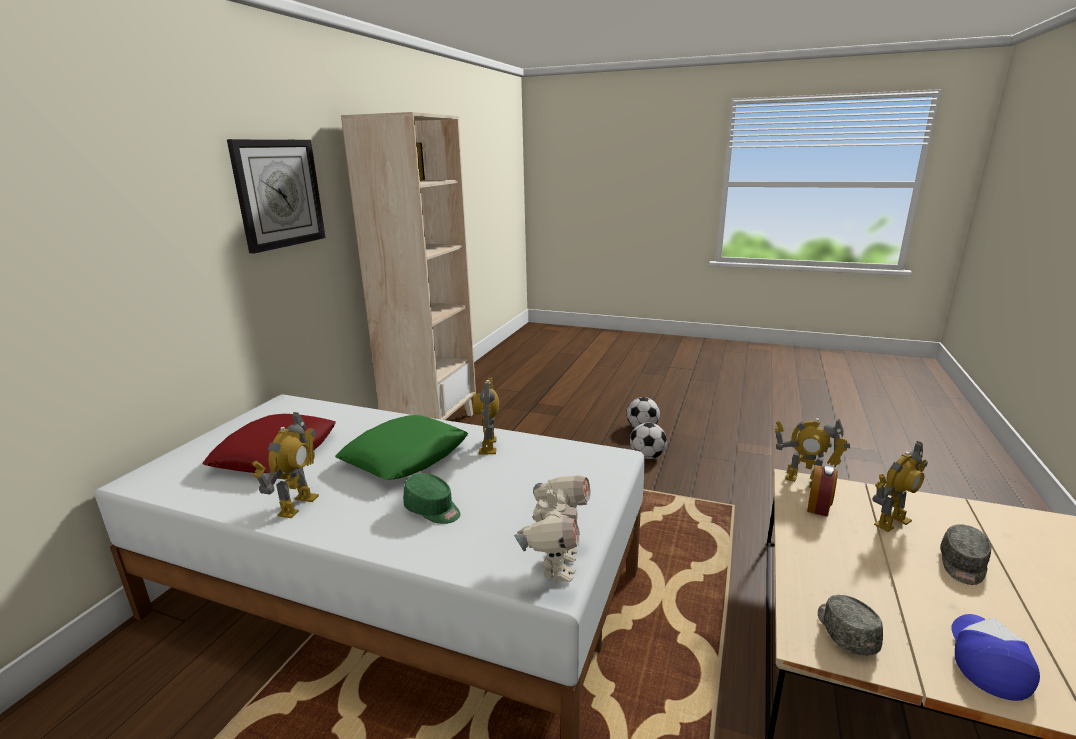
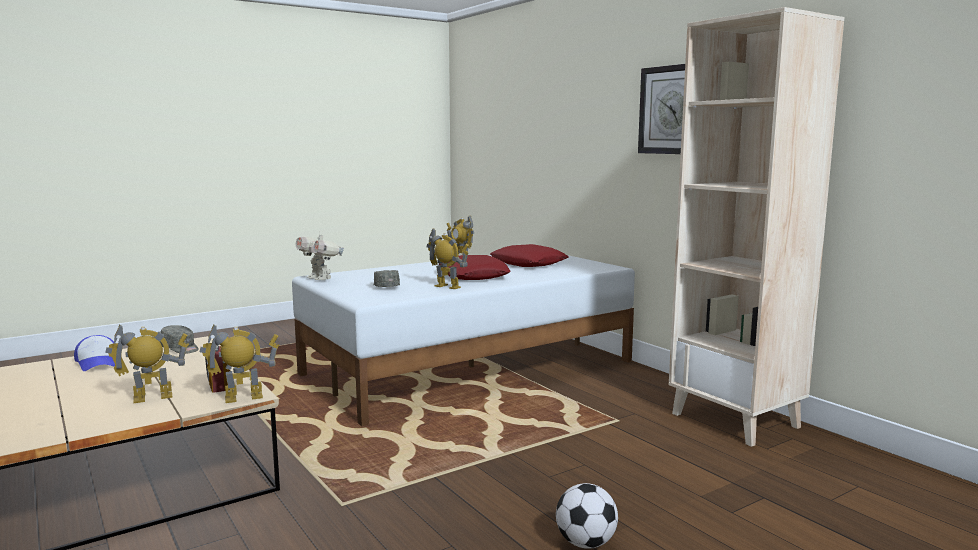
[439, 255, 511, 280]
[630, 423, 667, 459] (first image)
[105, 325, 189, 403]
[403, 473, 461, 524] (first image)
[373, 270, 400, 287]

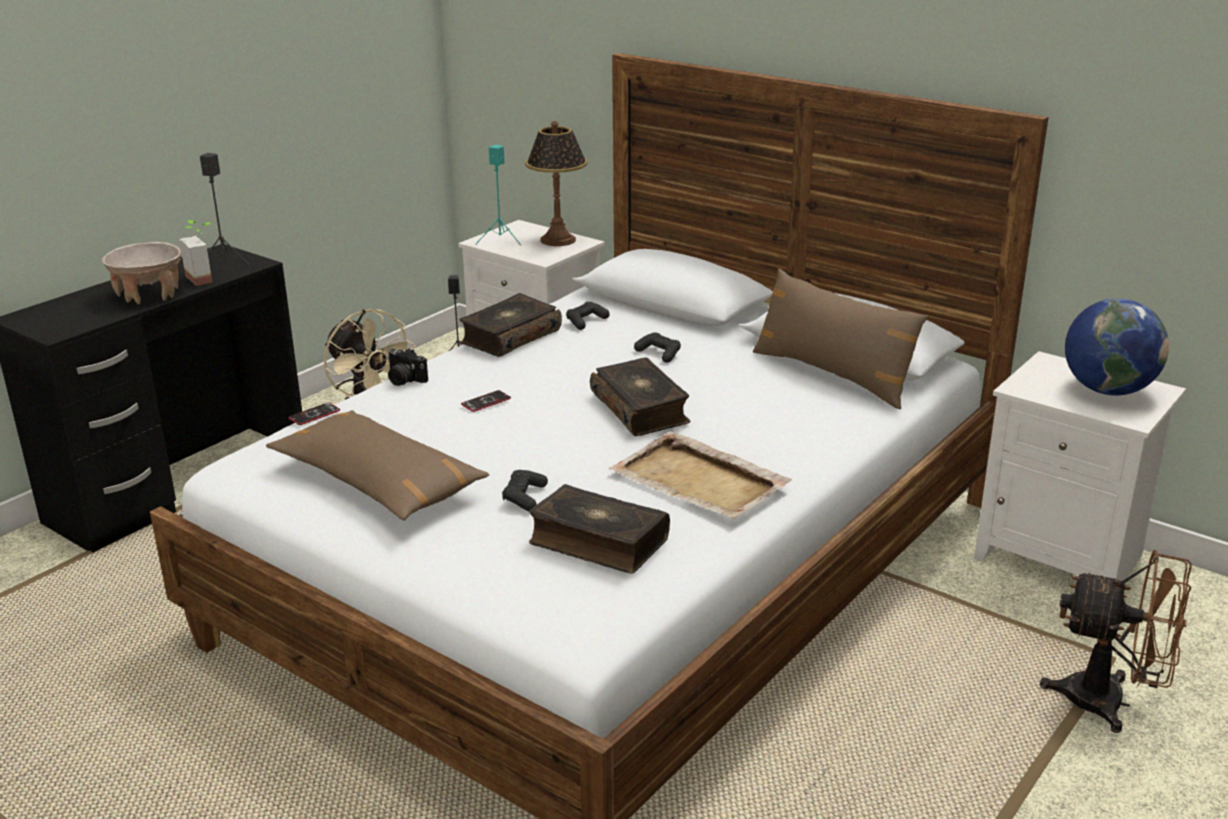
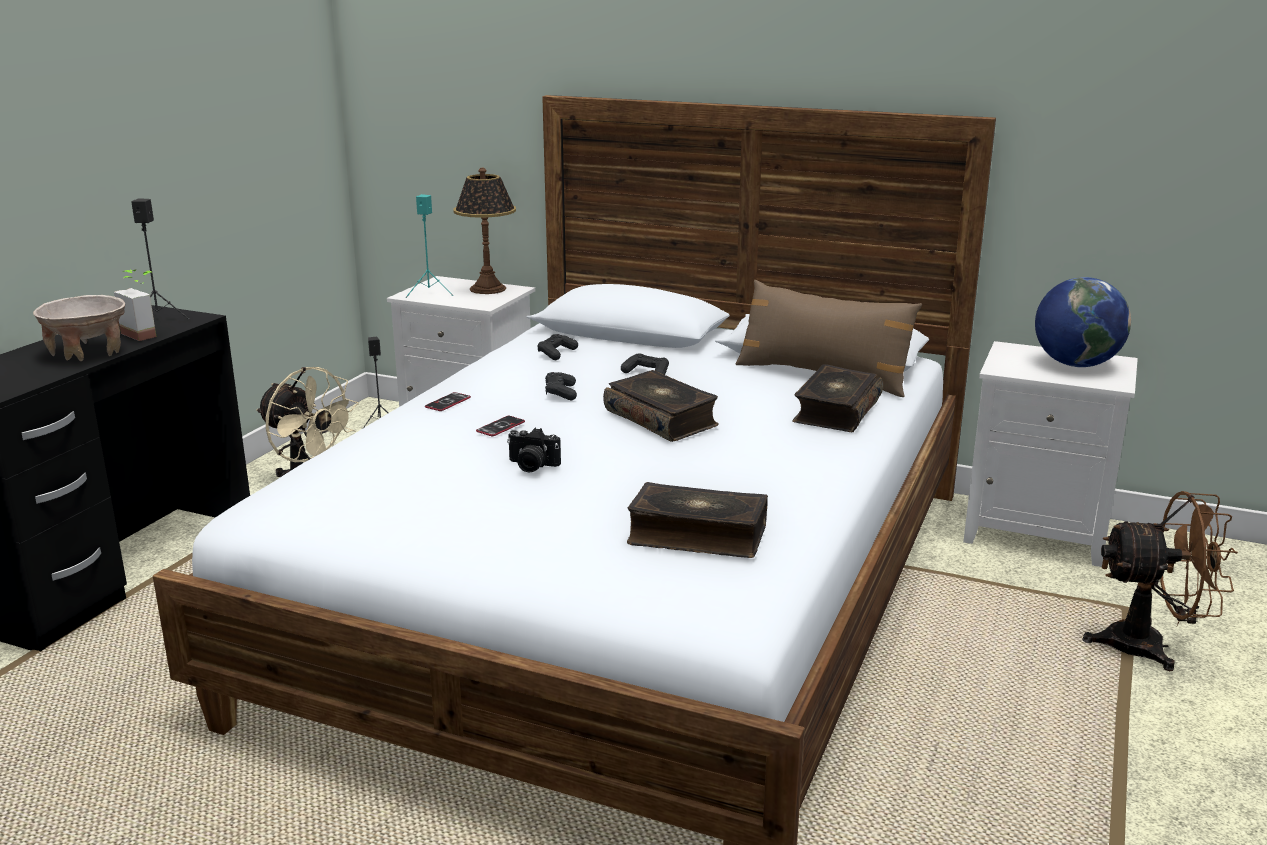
[792, 364, 883, 432]
[507, 428, 561, 473]
[425, 392, 471, 411]
[266, 410, 489, 520] (first image)
[609, 431, 792, 519] (first image)
[545, 372, 577, 400]

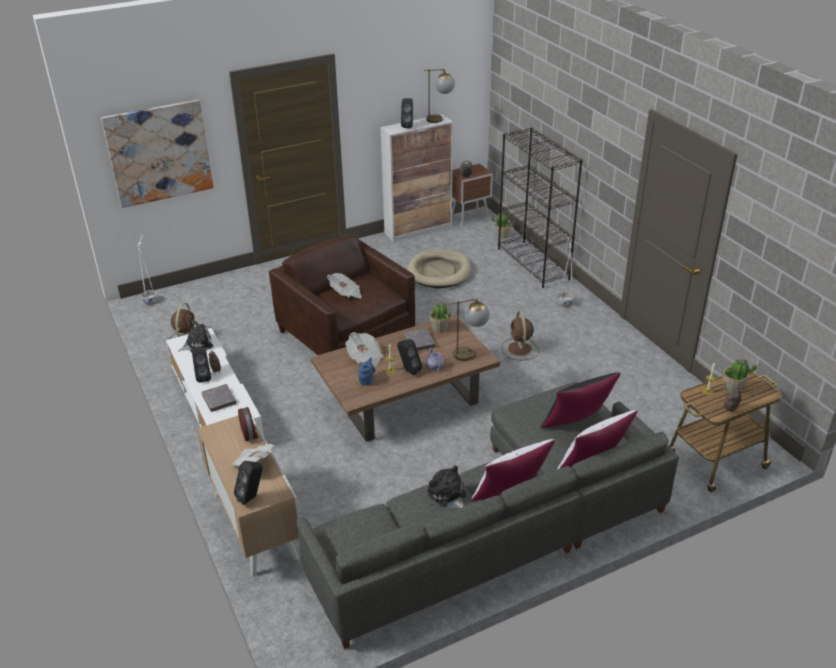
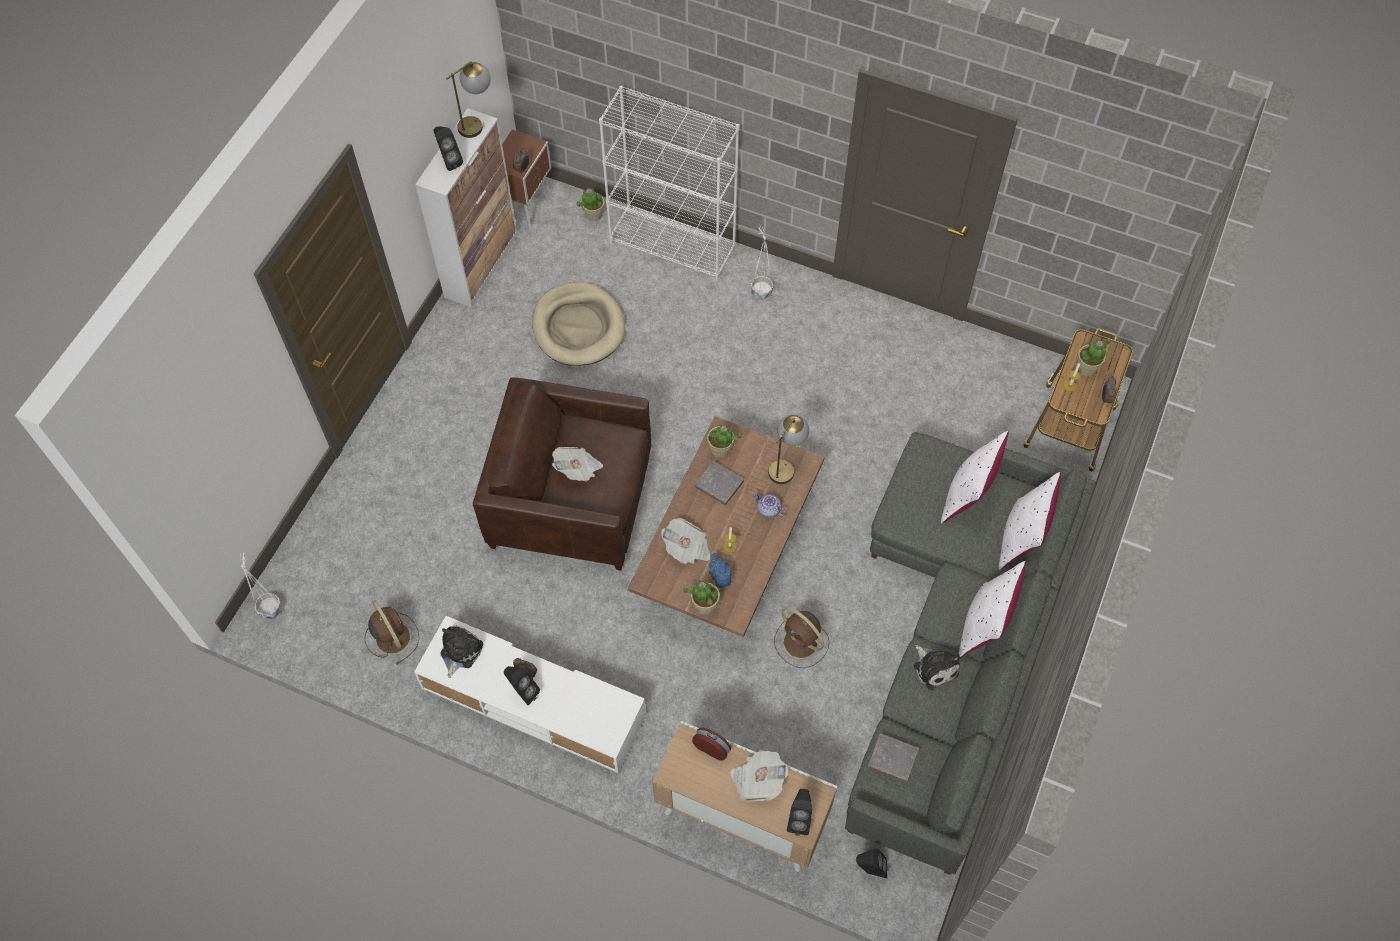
[101, 100, 214, 208] (first image)
[599, 86, 739, 281]
[774, 607, 829, 668]
[856, 849, 889, 878]
[941, 431, 1008, 523]
[867, 733, 919, 783]
[914, 645, 960, 690]
[683, 579, 720, 615]

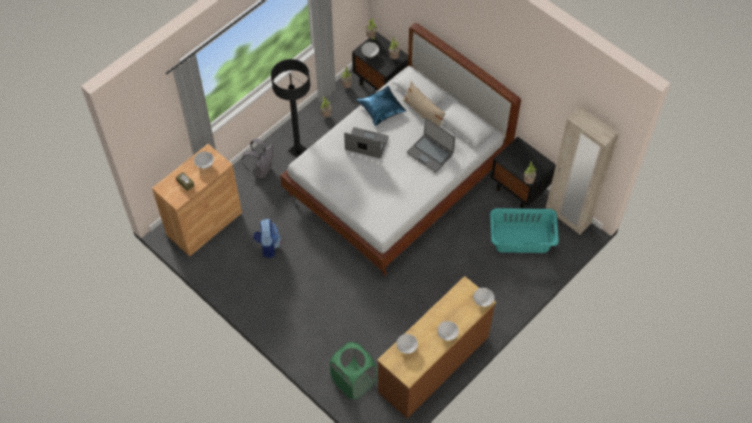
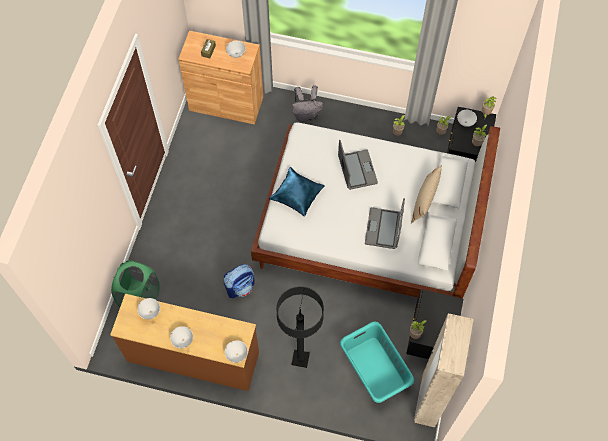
[276, 286, 324, 368]
[269, 167, 325, 217]
[224, 264, 255, 298]

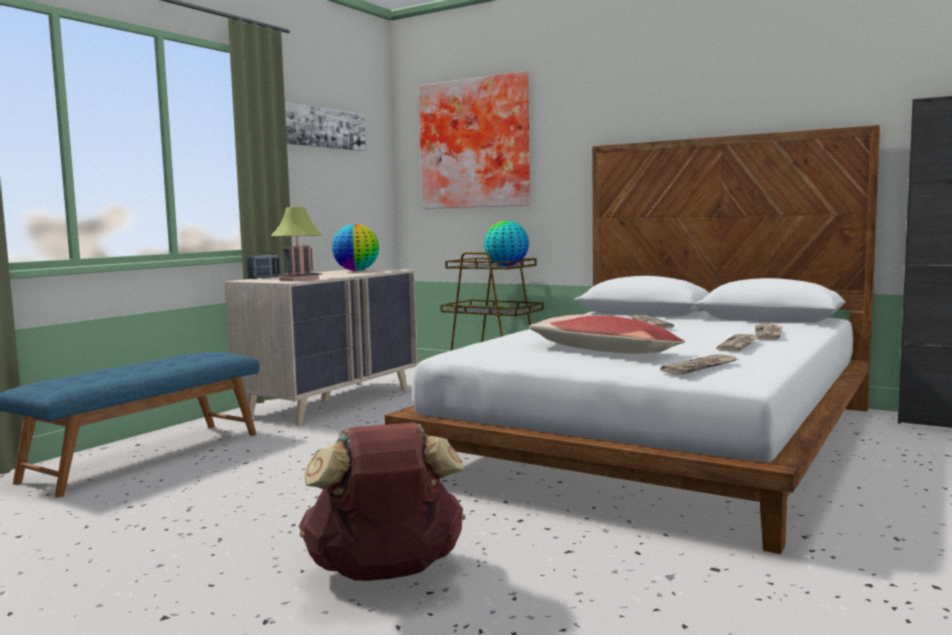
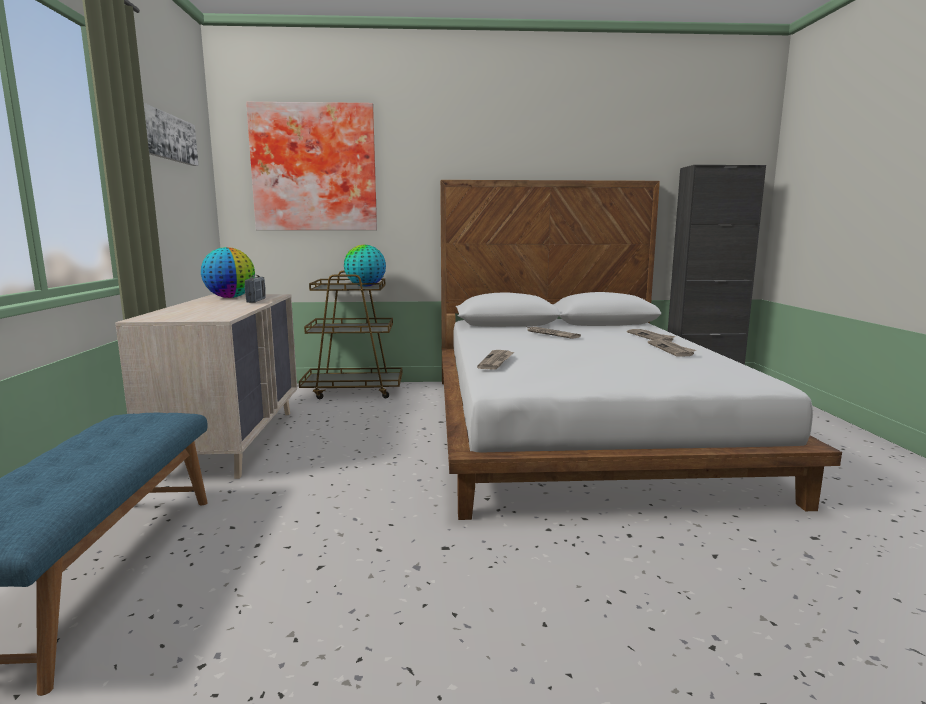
[271, 207, 323, 281] (first image)
[245, 275, 266, 303]
[529, 314, 686, 354] (first image)
[477, 350, 514, 370]
[299, 422, 465, 581] (first image)

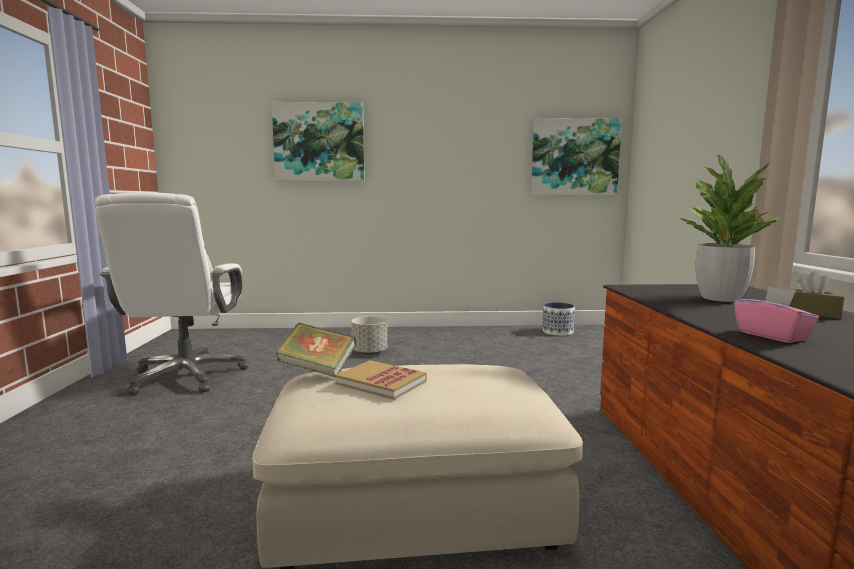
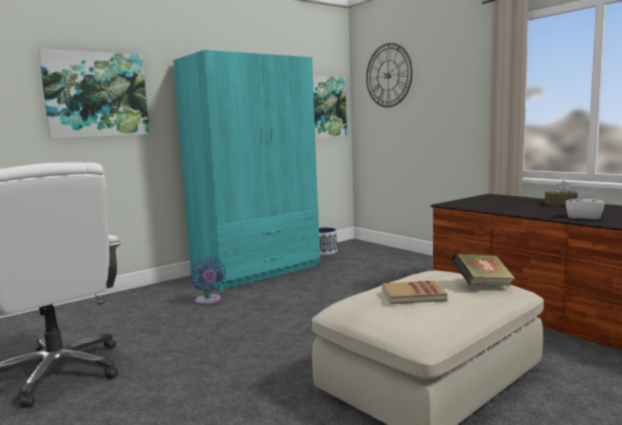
[678, 155, 780, 302] (first image)
[565, 191, 605, 219]
[190, 257, 226, 305]
[452, 253, 515, 286]
[366, 43, 412, 107]
[173, 50, 320, 291]

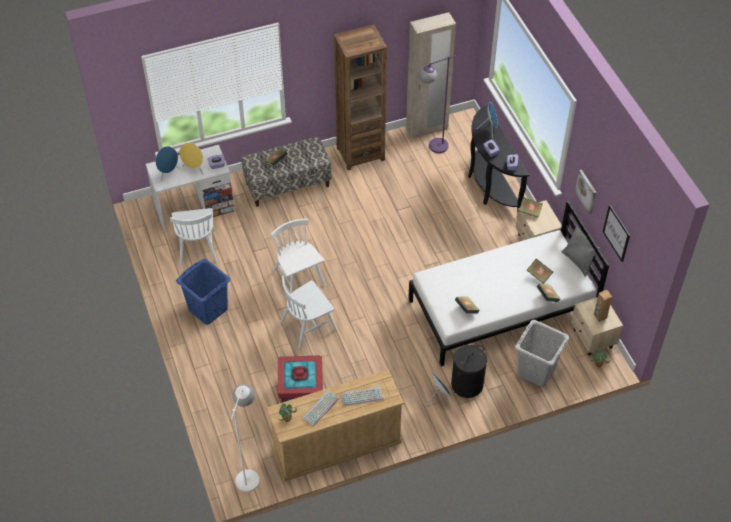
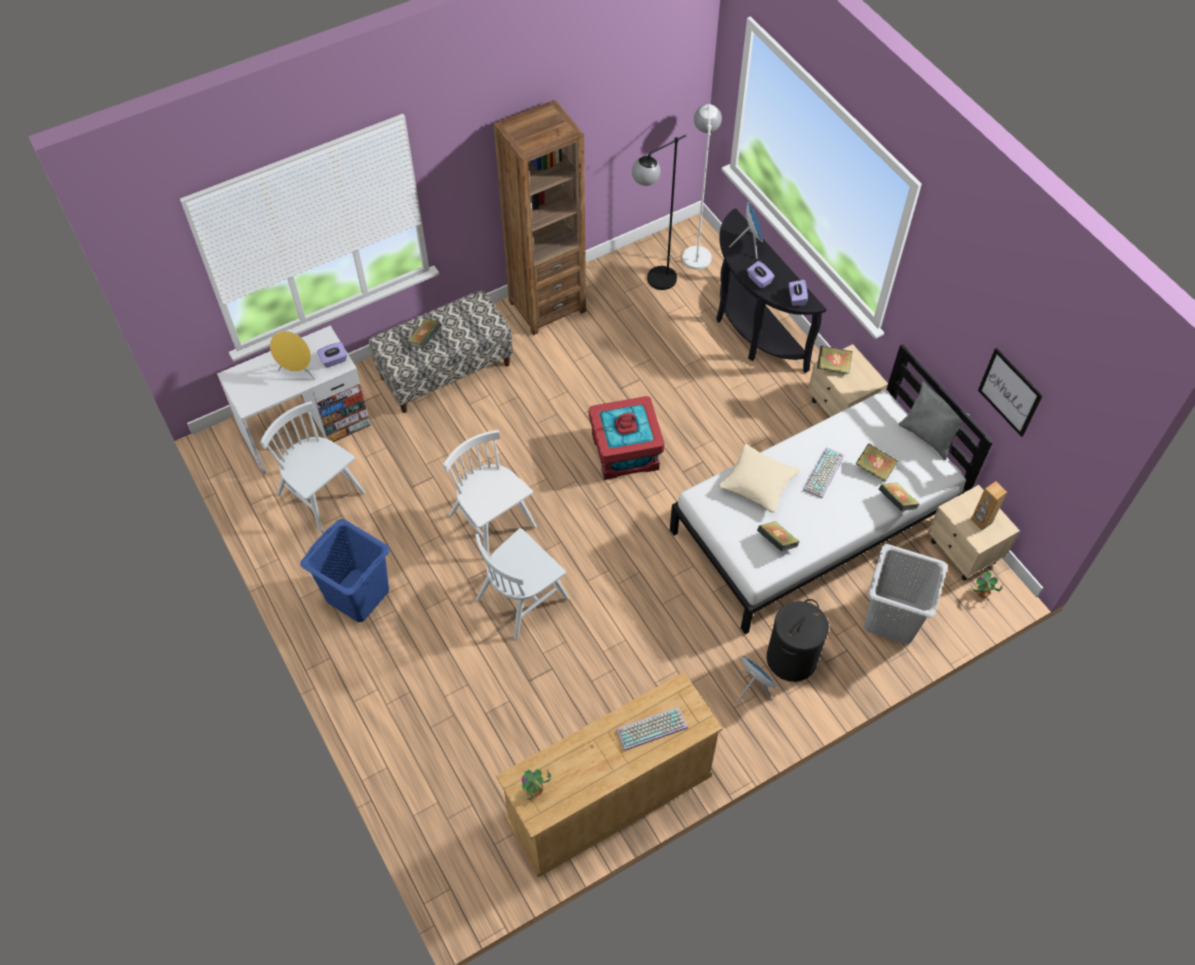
[406, 12, 456, 139] (first image)
[632, 134, 687, 290]
[155, 146, 179, 182] (first image)
[575, 170, 596, 214] (first image)
[260, 401, 366, 532]
[589, 396, 664, 480]
[682, 104, 722, 270]
[803, 447, 844, 498]
[719, 444, 800, 513]

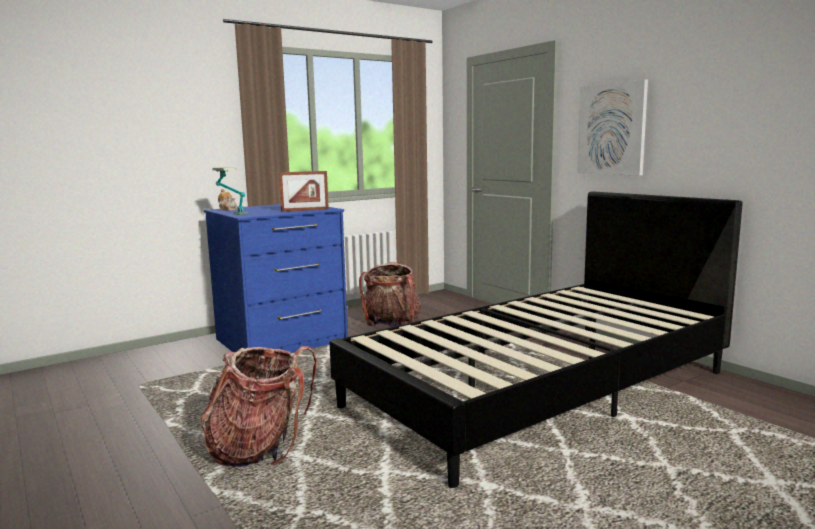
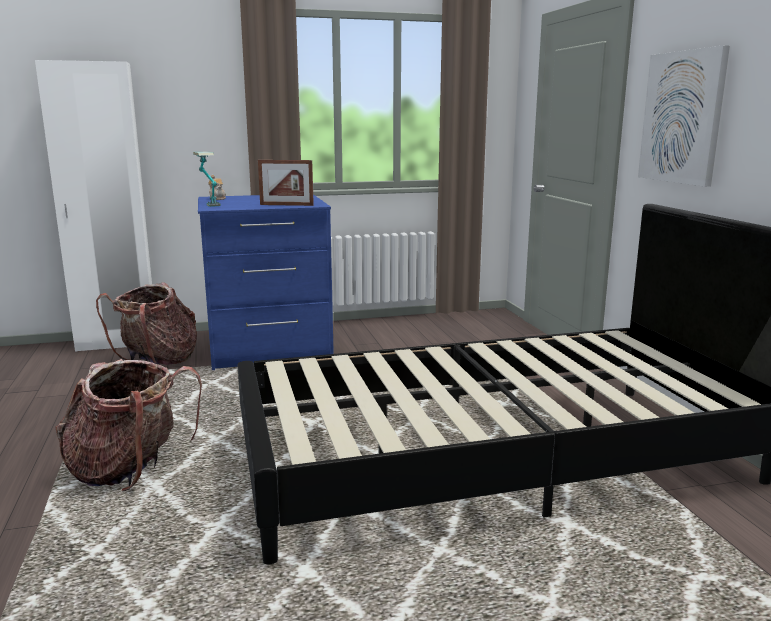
[96, 282, 197, 365]
[35, 60, 152, 352]

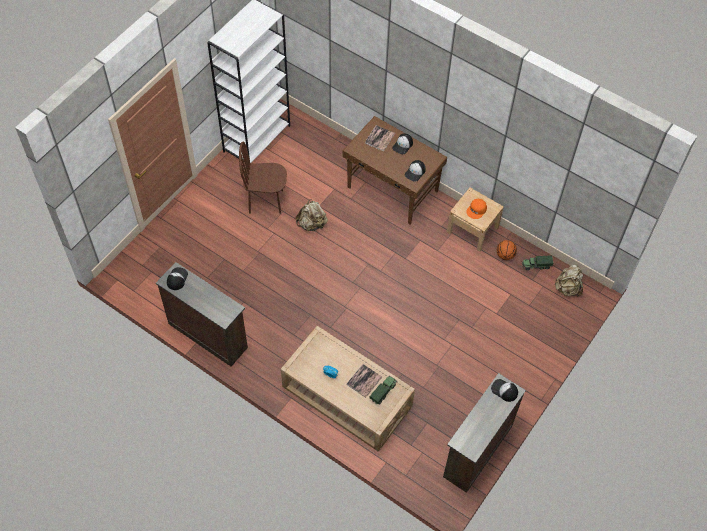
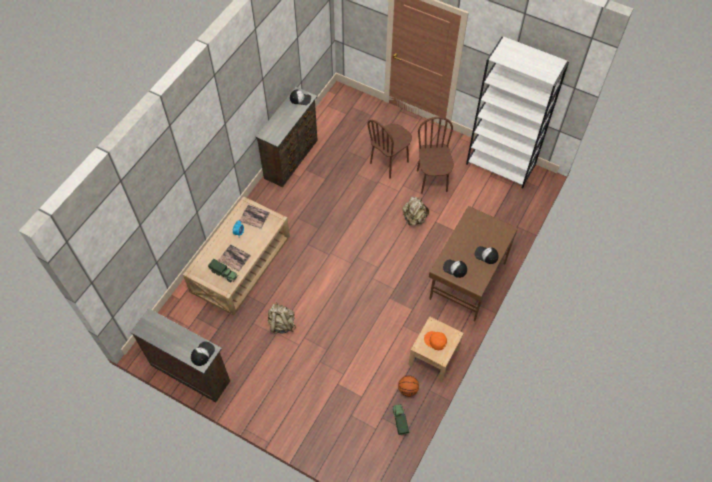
[239, 205, 269, 229]
[268, 302, 296, 334]
[367, 120, 412, 179]

